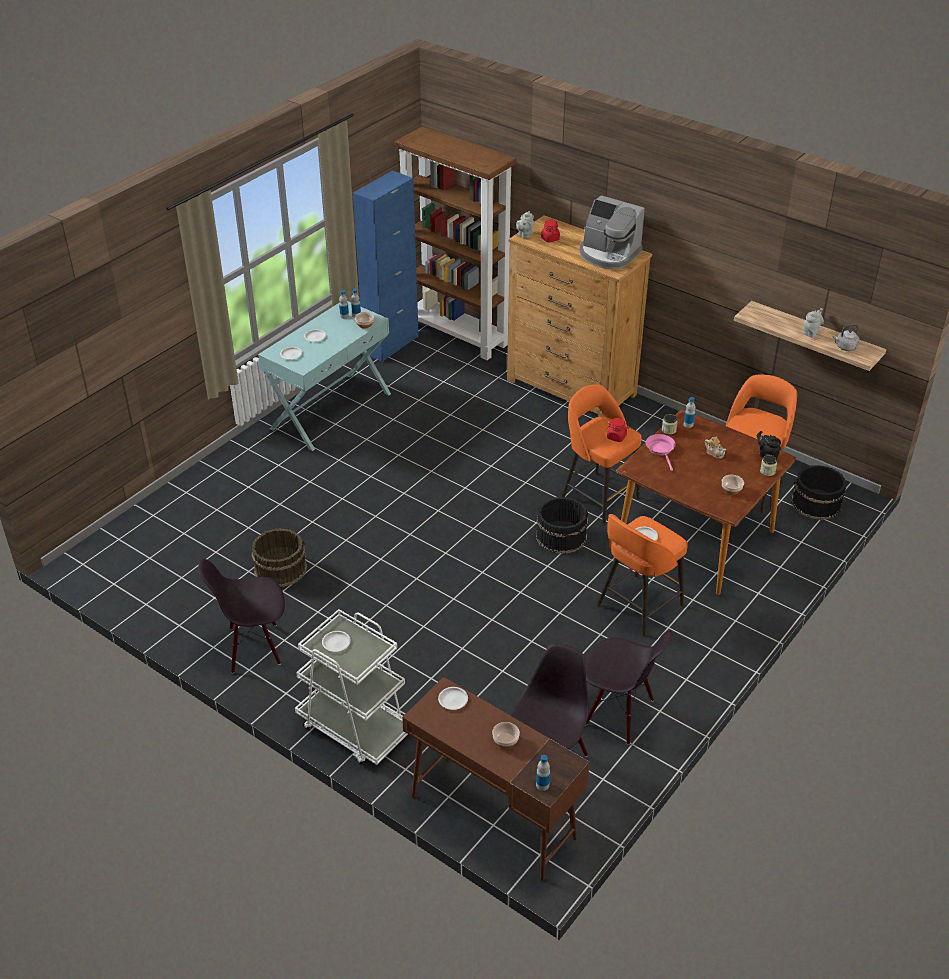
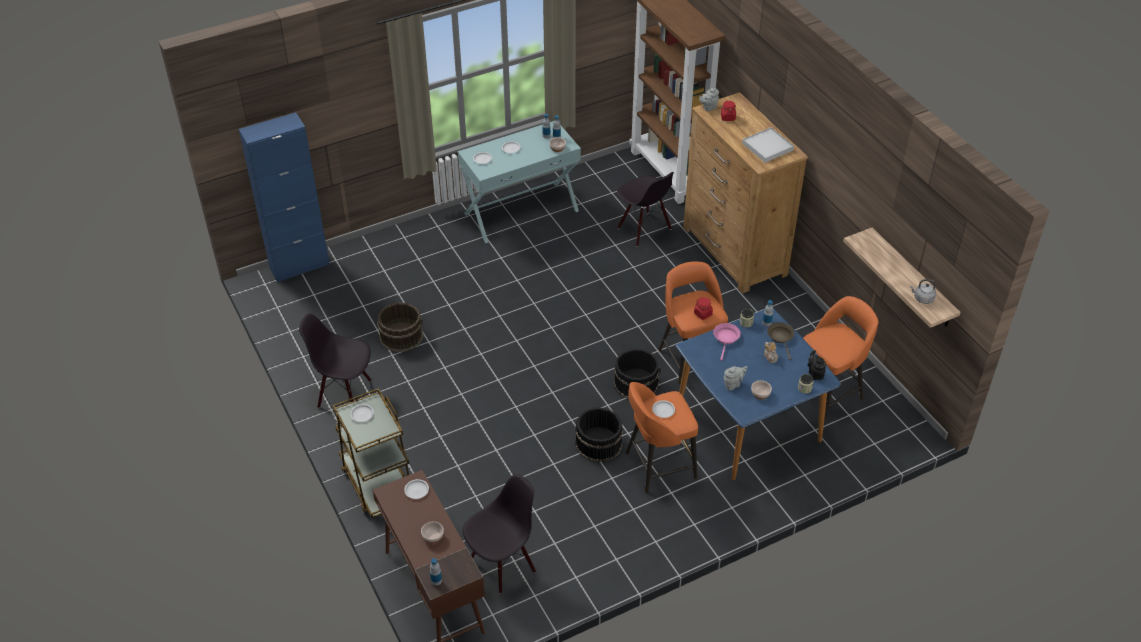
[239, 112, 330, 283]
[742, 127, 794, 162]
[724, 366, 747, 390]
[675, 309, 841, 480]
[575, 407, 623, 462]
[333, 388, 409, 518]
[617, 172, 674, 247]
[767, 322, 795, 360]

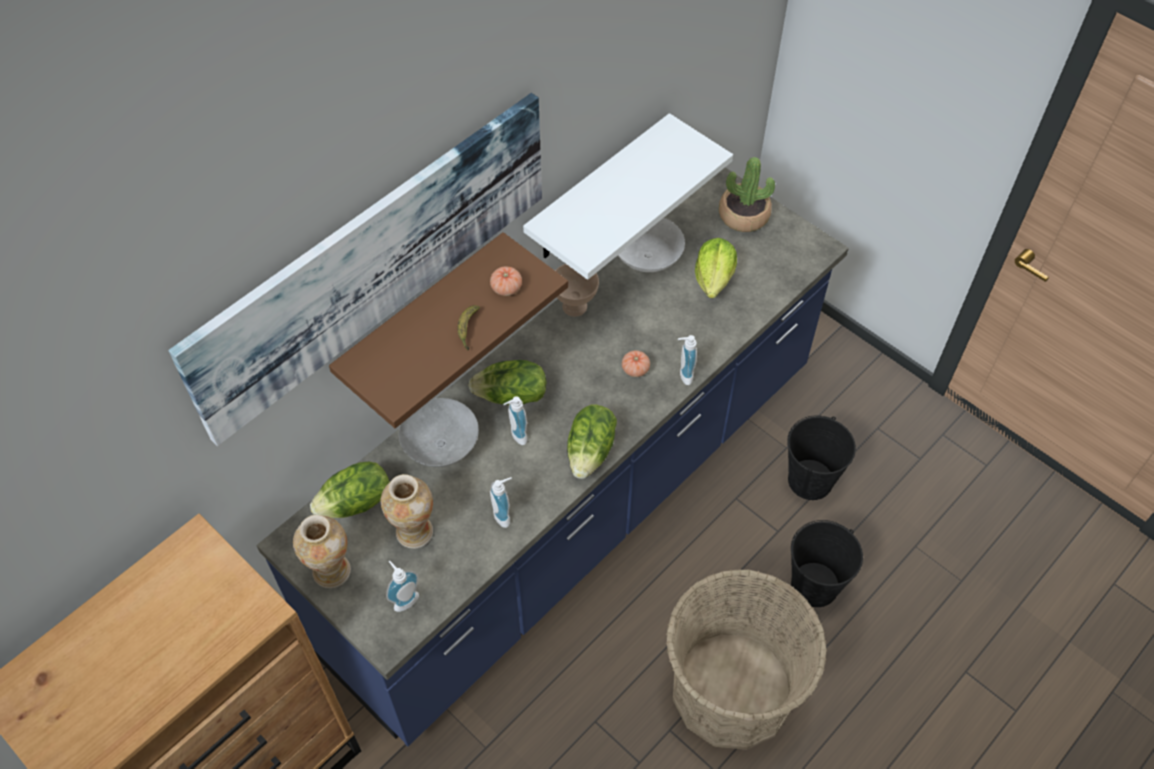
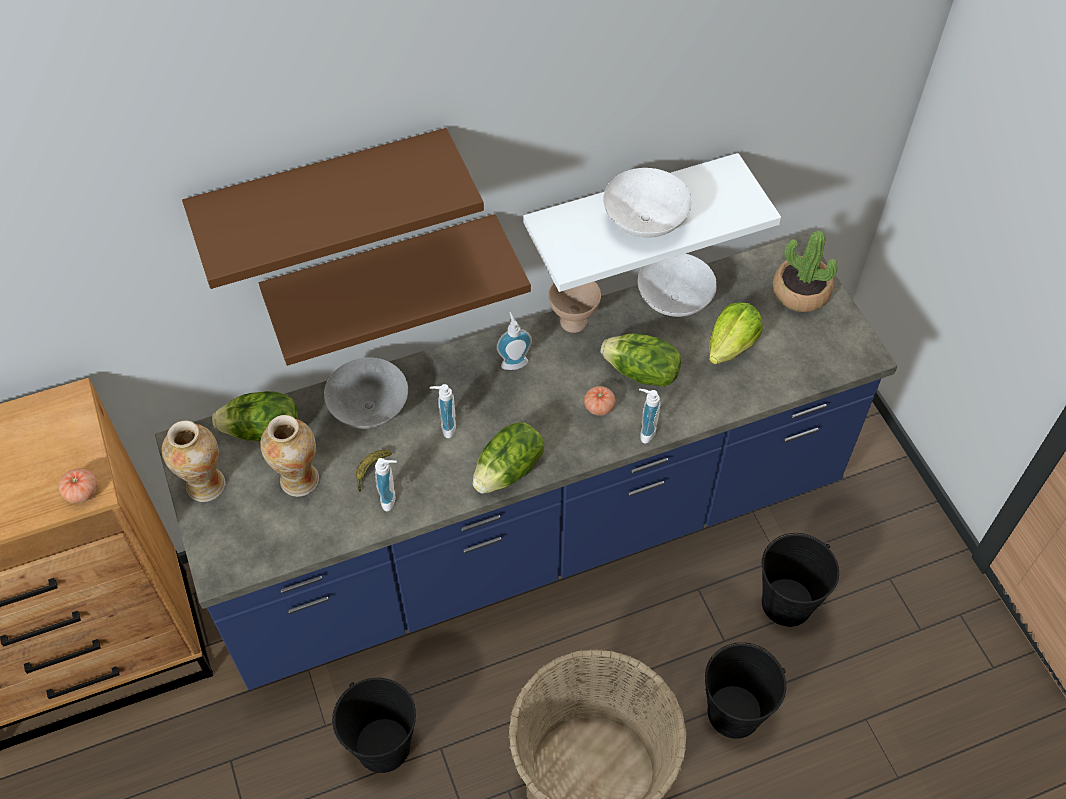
[182, 128, 484, 289]
[59, 468, 97, 503]
[356, 450, 392, 491]
[601, 333, 681, 387]
[497, 312, 532, 370]
[603, 168, 692, 237]
[332, 678, 416, 773]

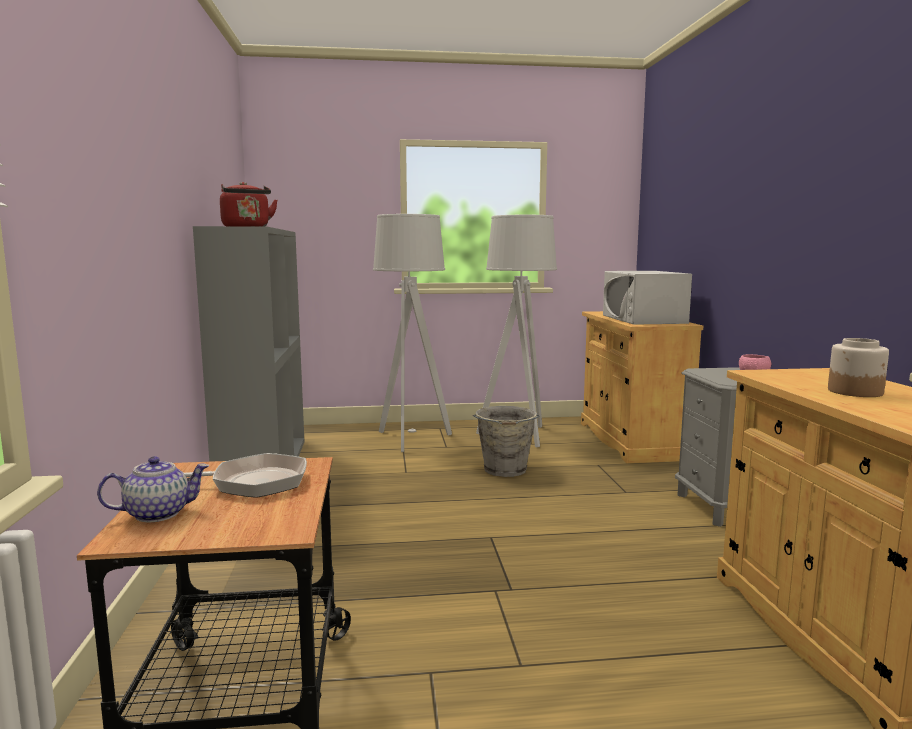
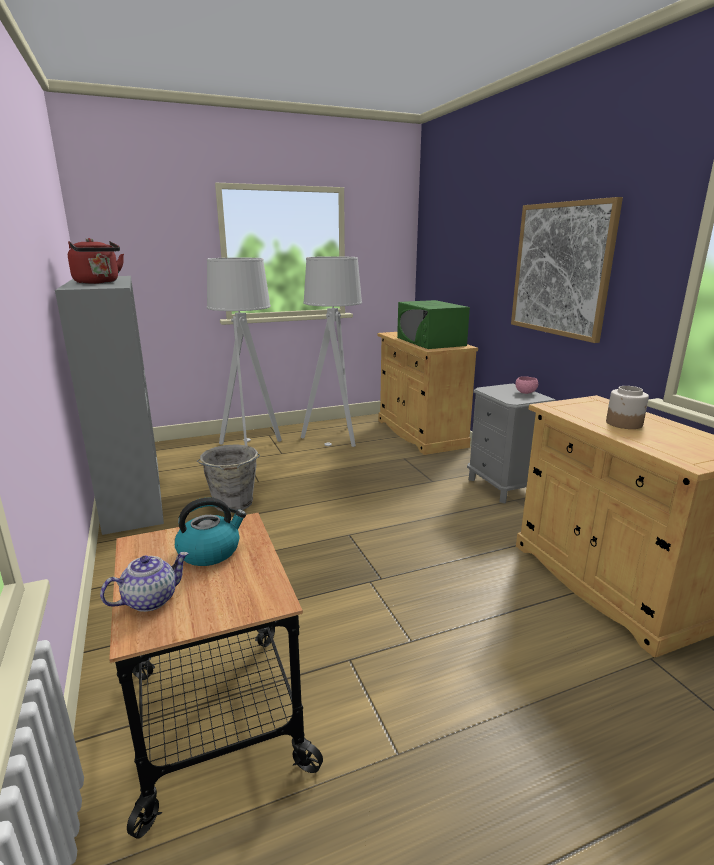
[397, 300, 470, 349]
[197, 444, 260, 512]
[175, 497, 246, 566]
[511, 197, 623, 343]

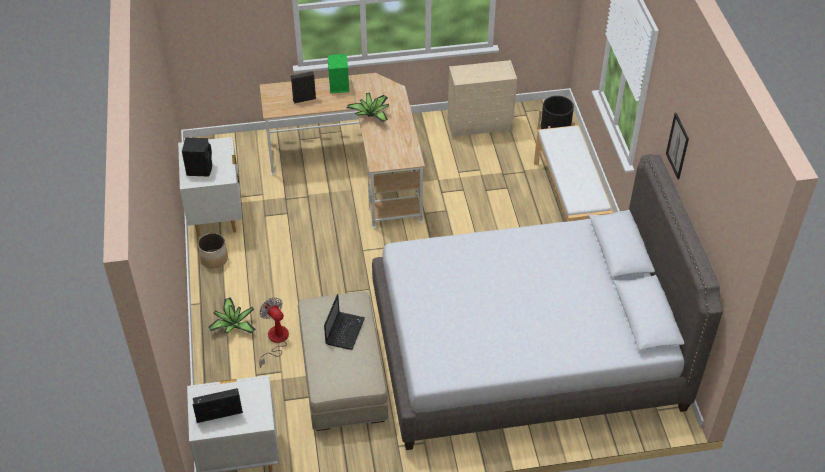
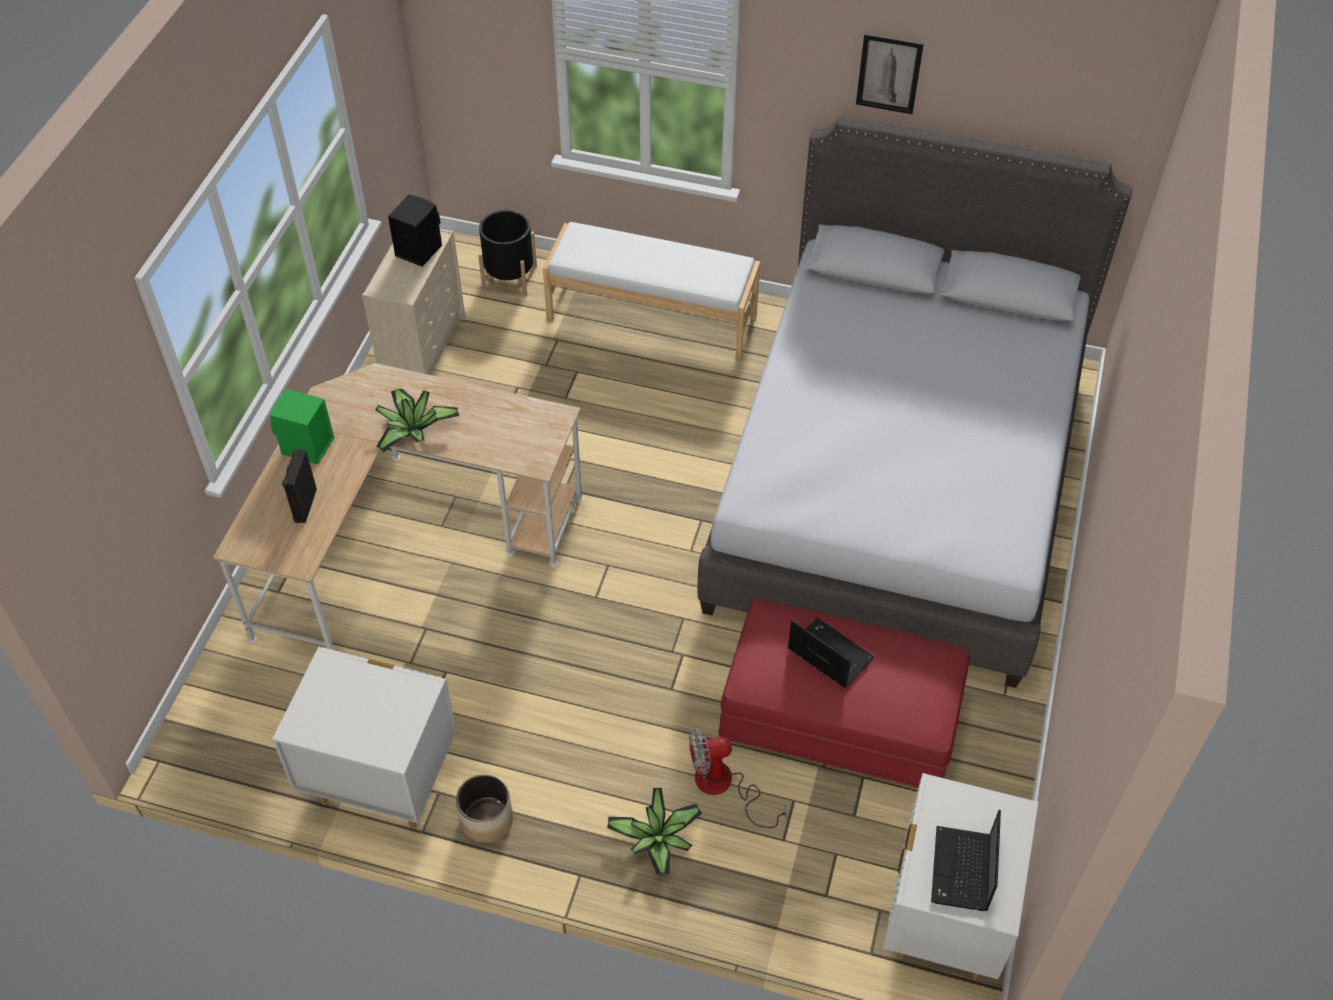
[388, 194, 442, 267]
[718, 599, 970, 788]

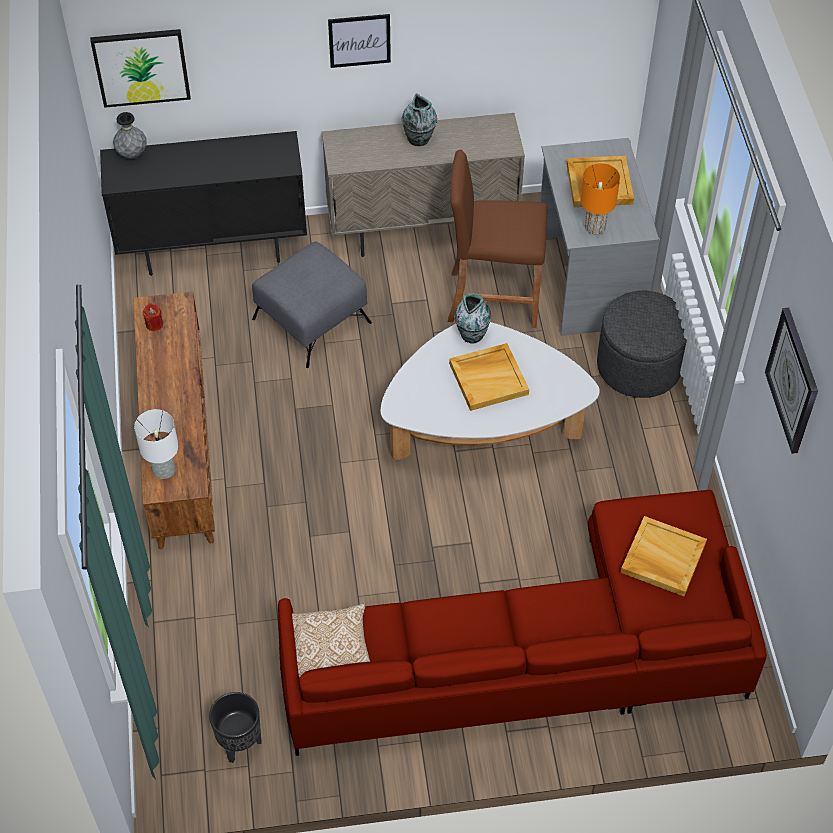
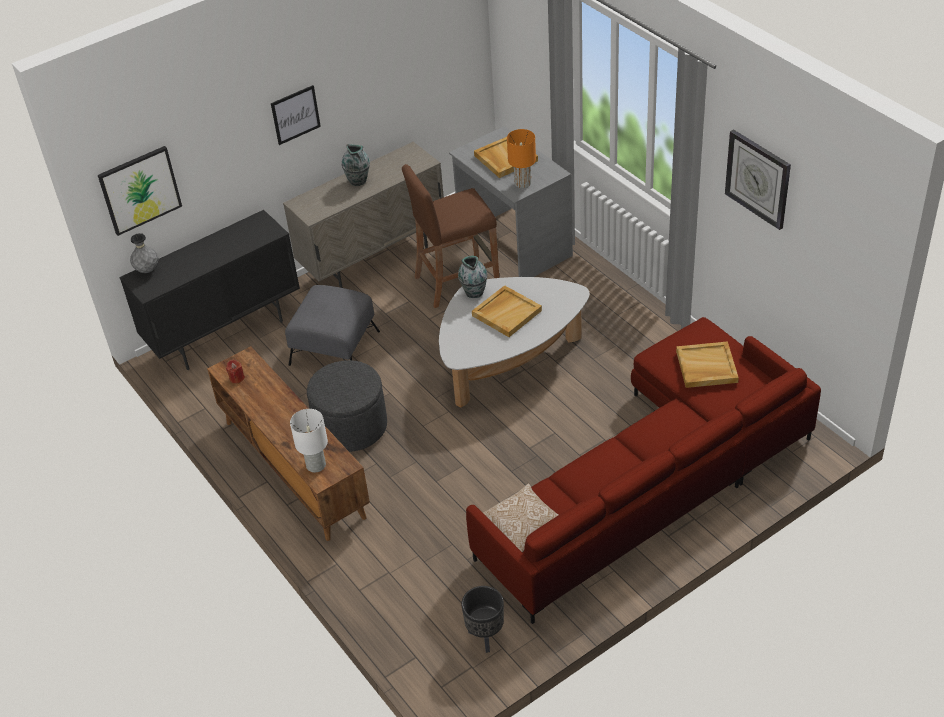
[307, 360, 387, 452]

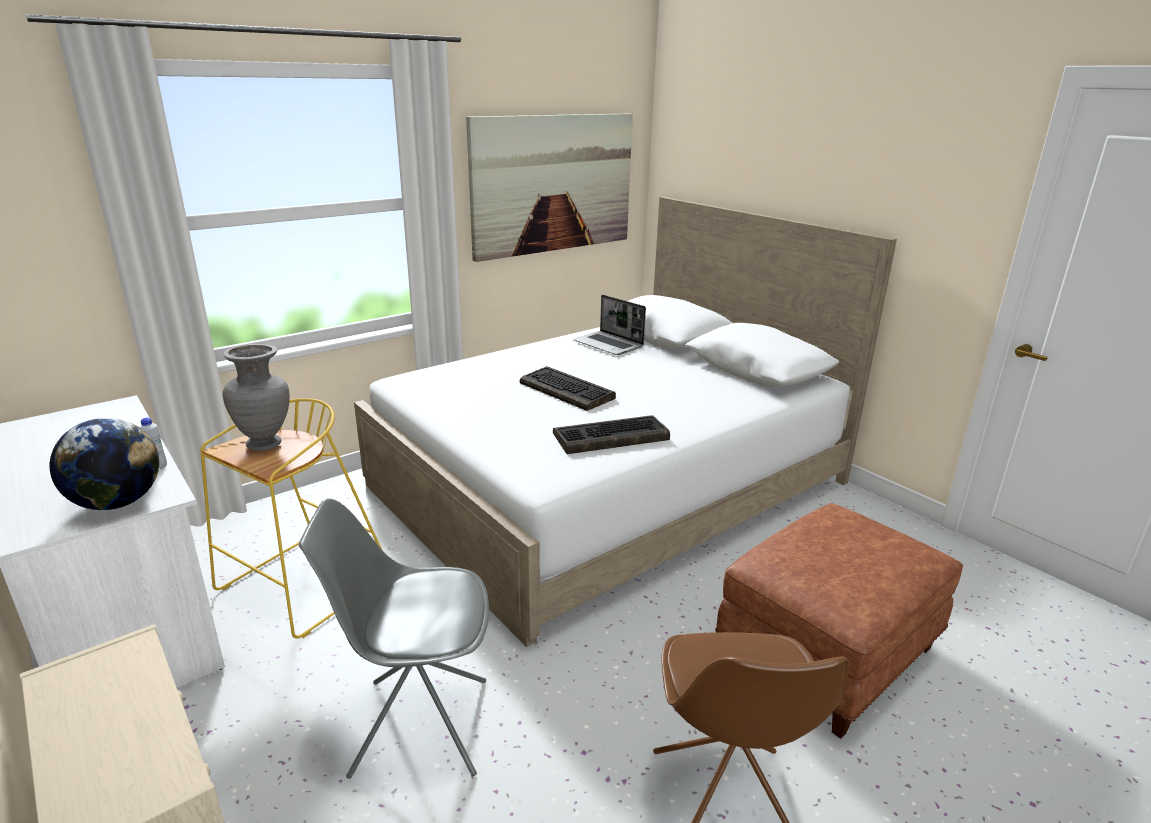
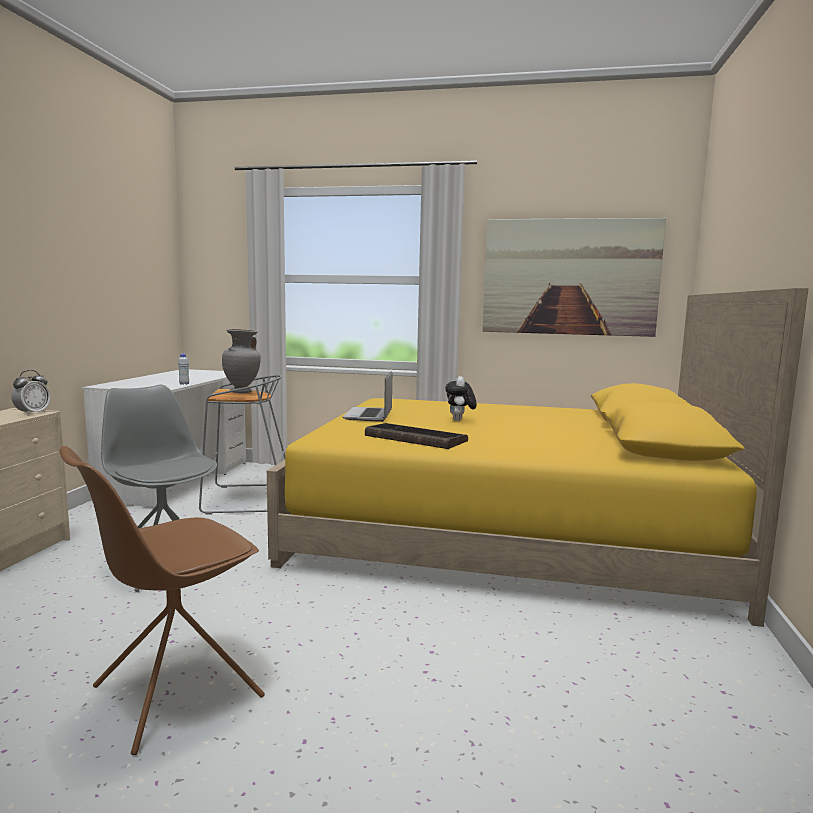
[267, 288, 809, 627]
[343, 371, 392, 422]
[445, 376, 477, 421]
[199, 375, 285, 515]
[50, 418, 159, 510] (first image)
[715, 503, 963, 739] (first image)
[11, 370, 50, 415]

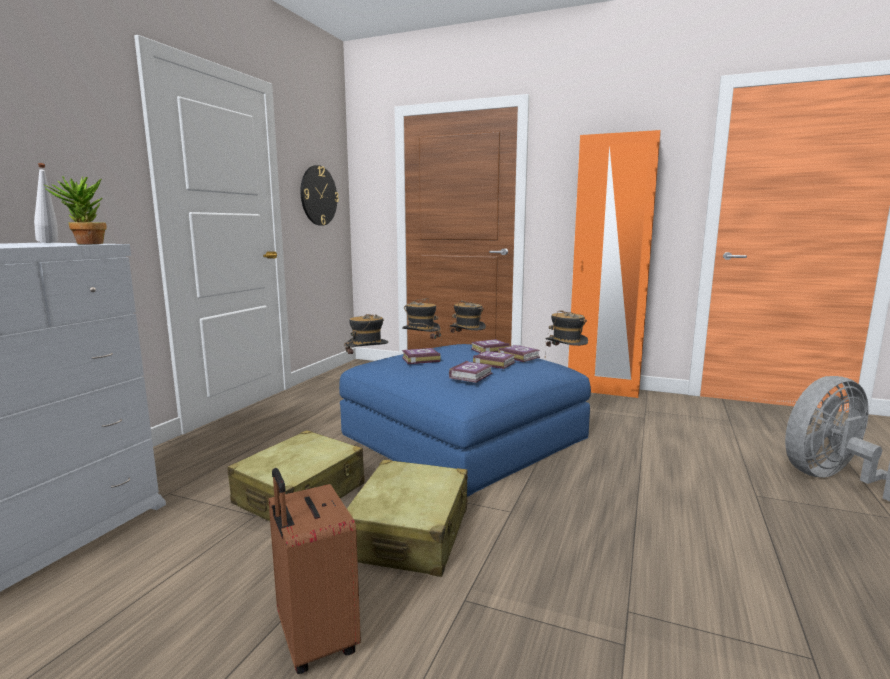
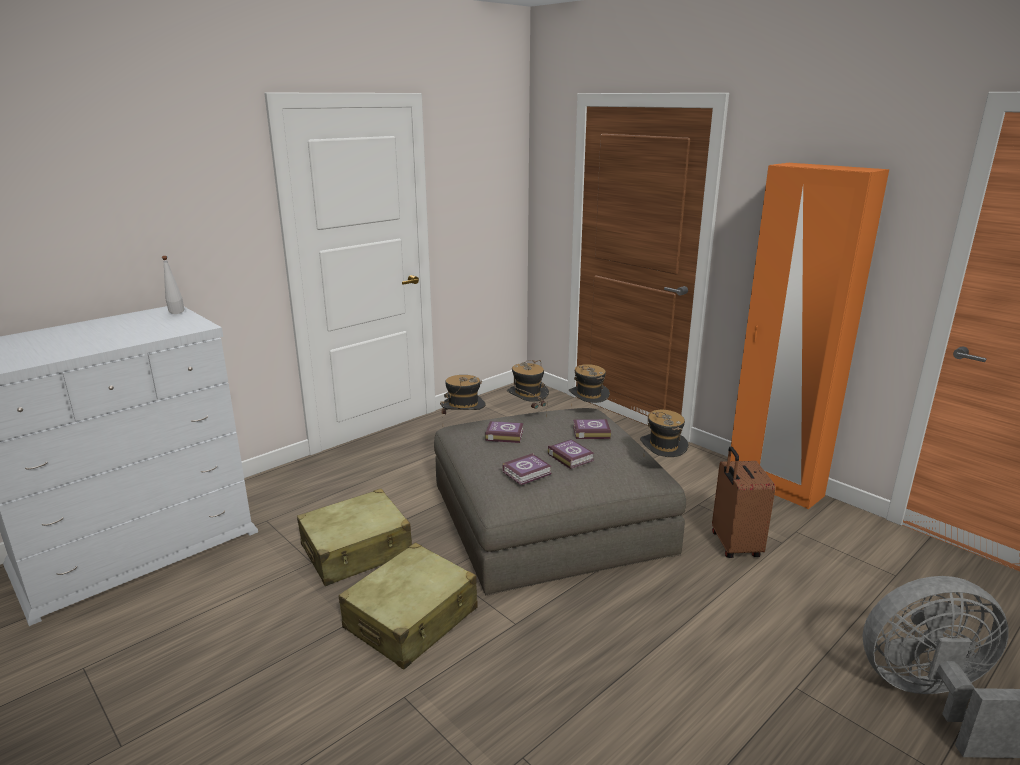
[300, 165, 339, 226] (first image)
[44, 176, 106, 244] (first image)
[434, 408, 686, 596]
[498, 345, 540, 362] (first image)
[712, 446, 775, 558]

